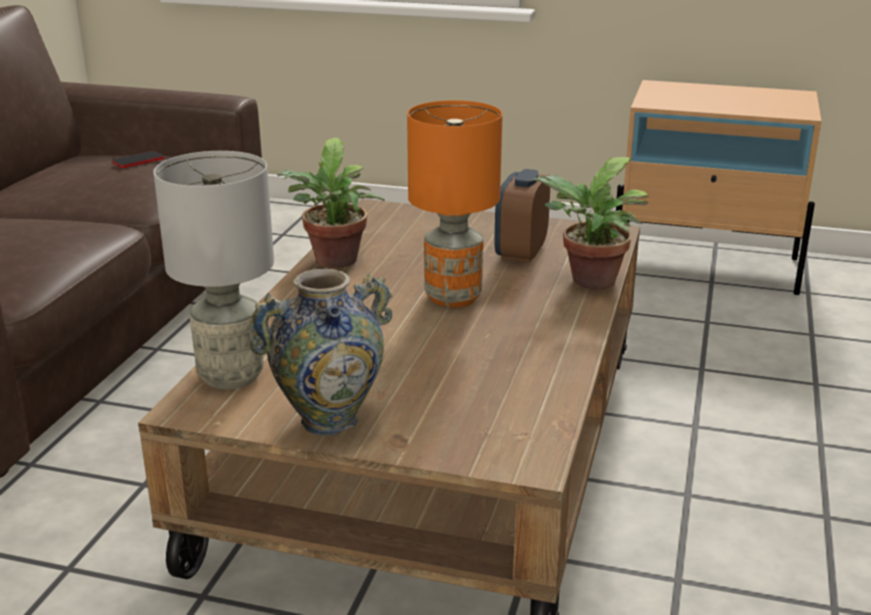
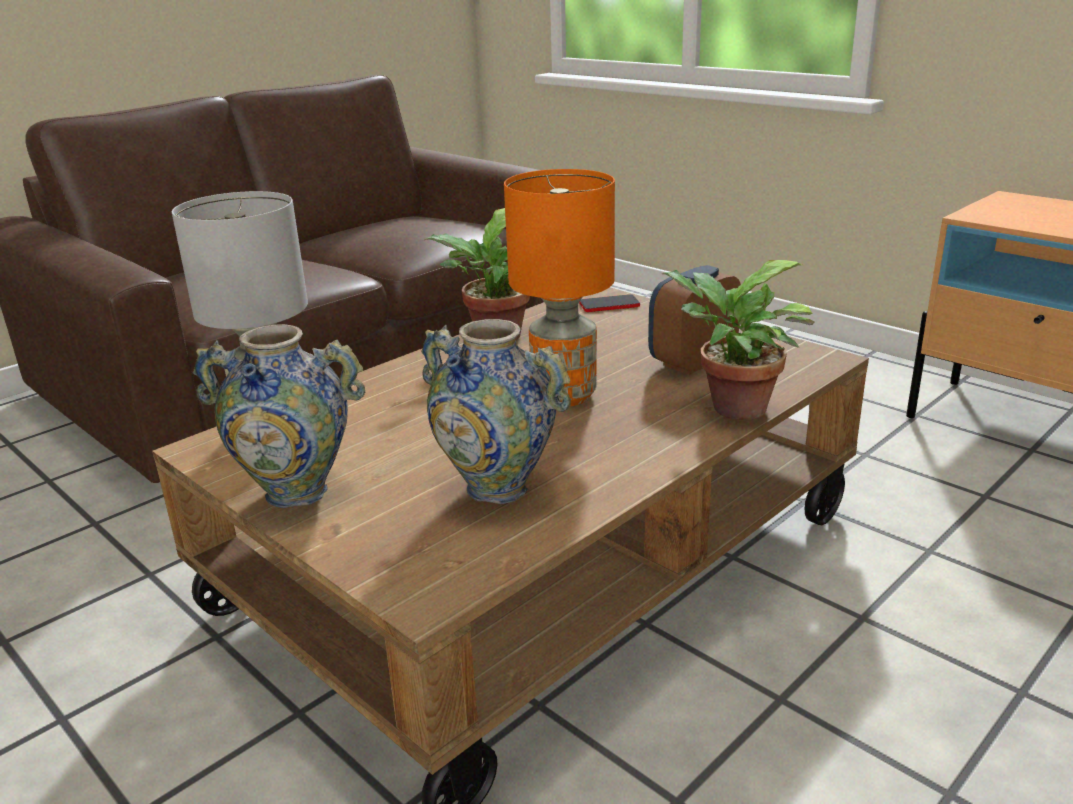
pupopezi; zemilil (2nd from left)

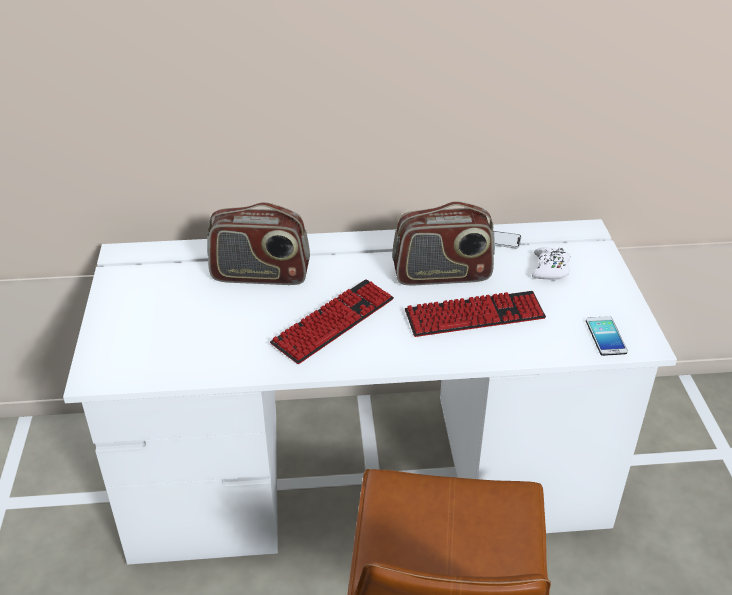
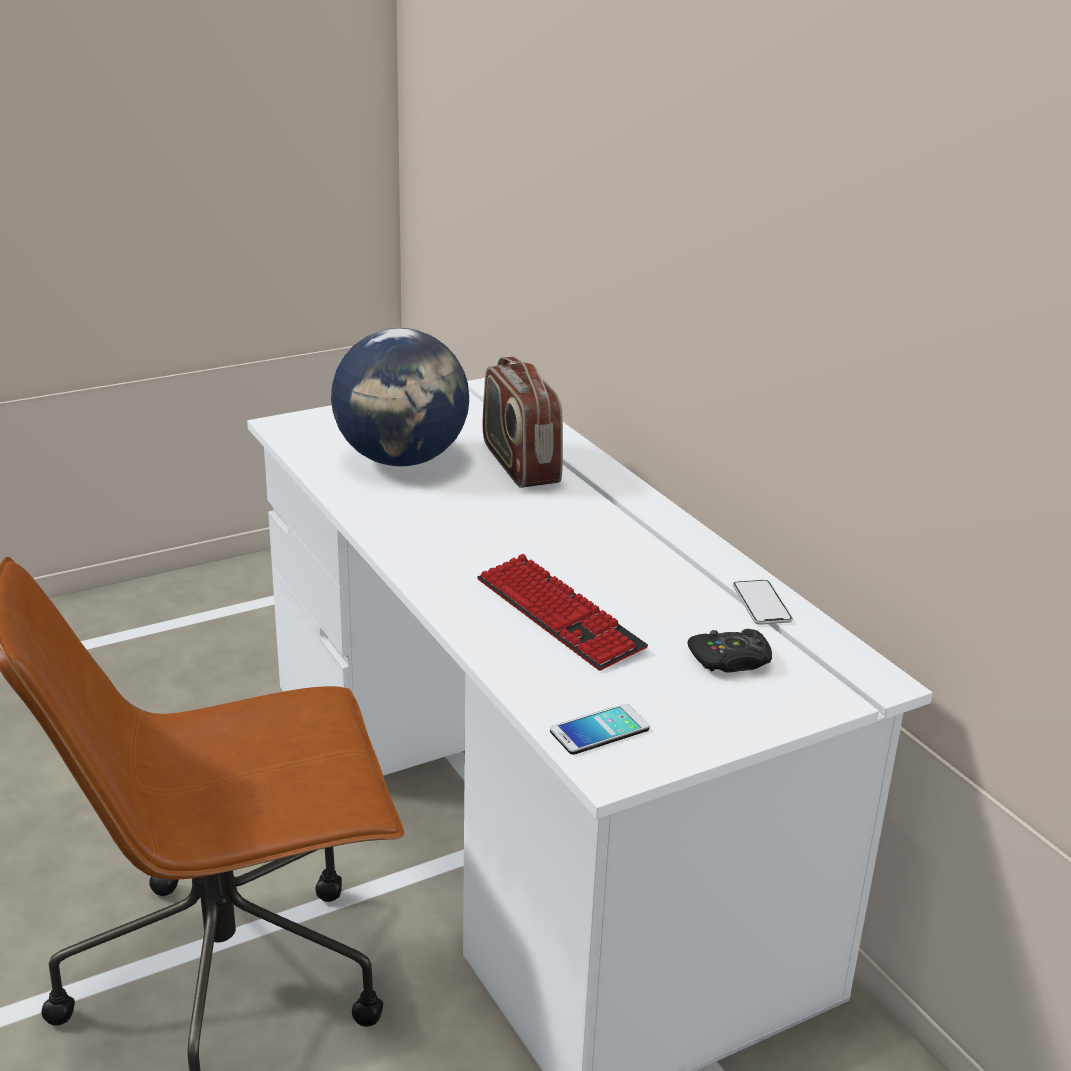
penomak (1st from left in the first image); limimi (2nd from left in the first image); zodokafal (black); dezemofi

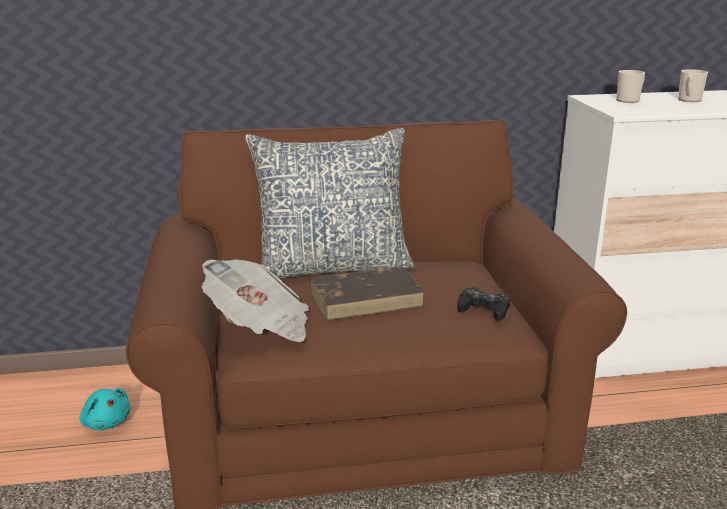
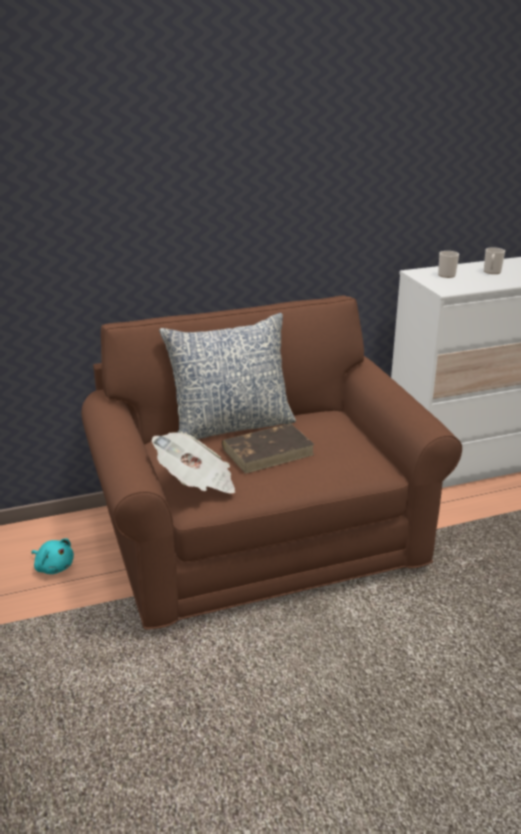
zodokafal (black)

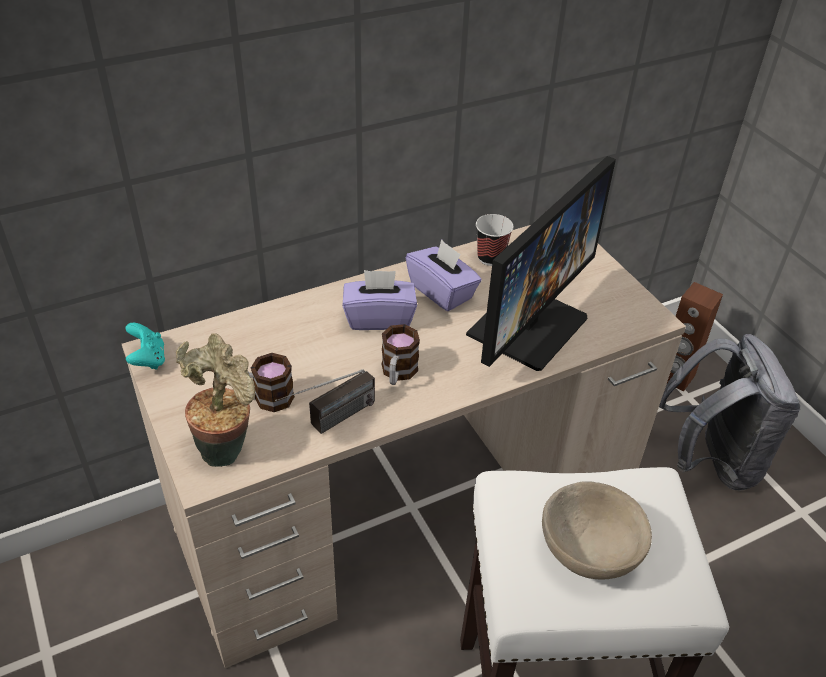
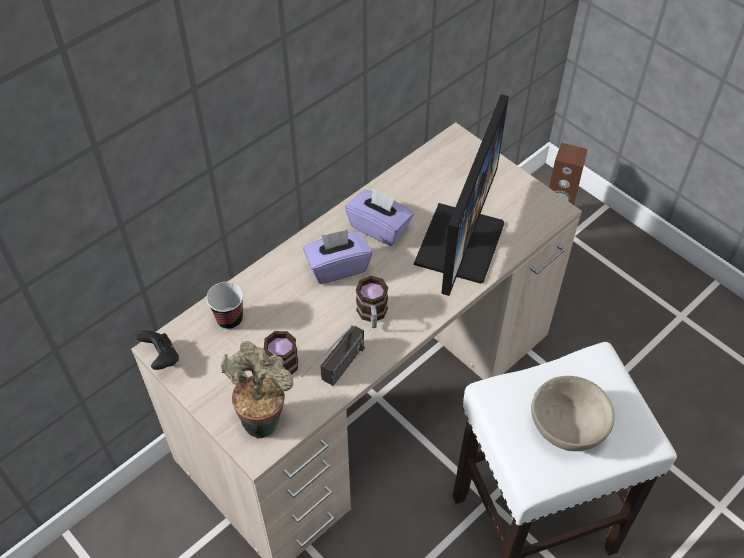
zodokafal (black); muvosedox; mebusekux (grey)

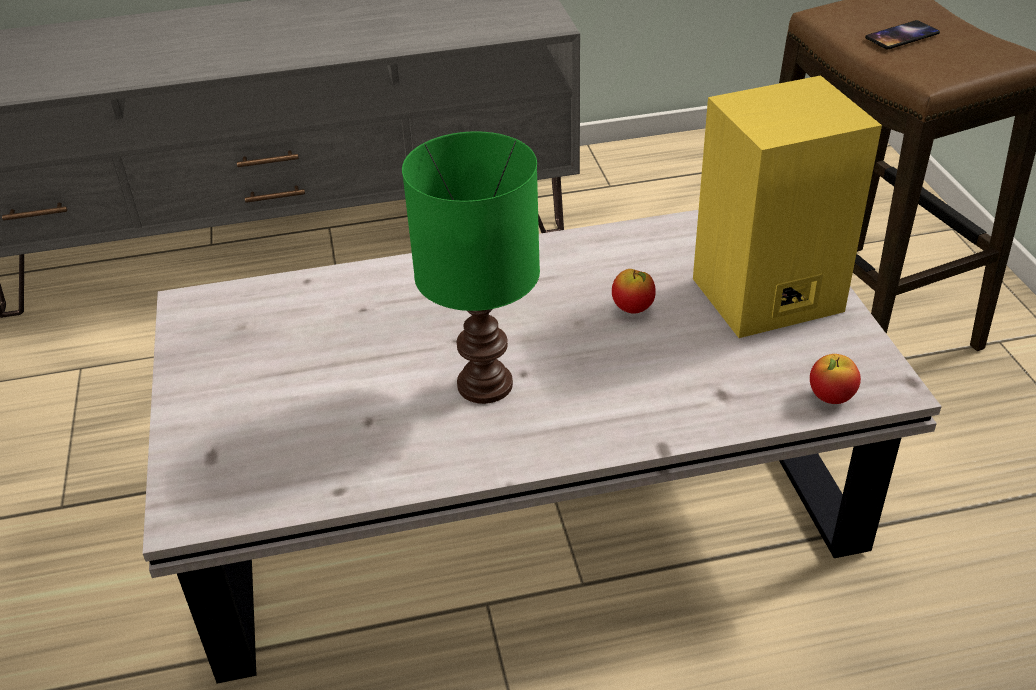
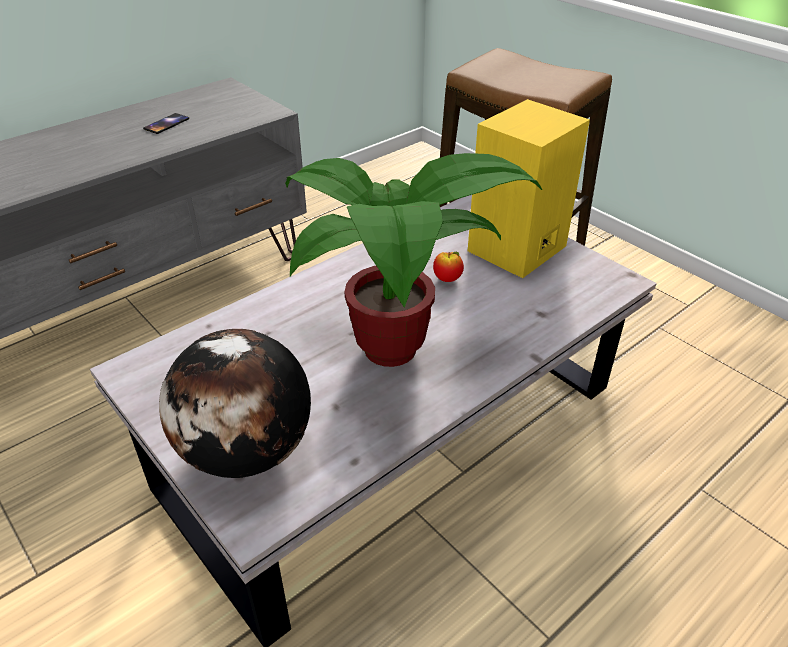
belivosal; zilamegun (2nd from left in the first image); pupopezi; dezemofi

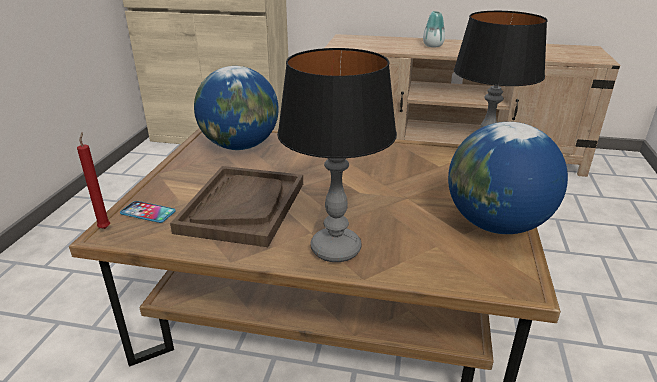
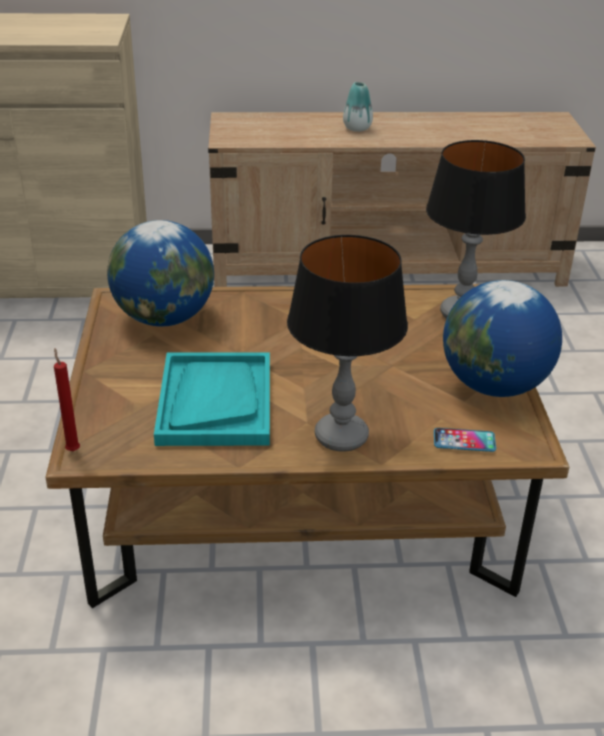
pupopezi; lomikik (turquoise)

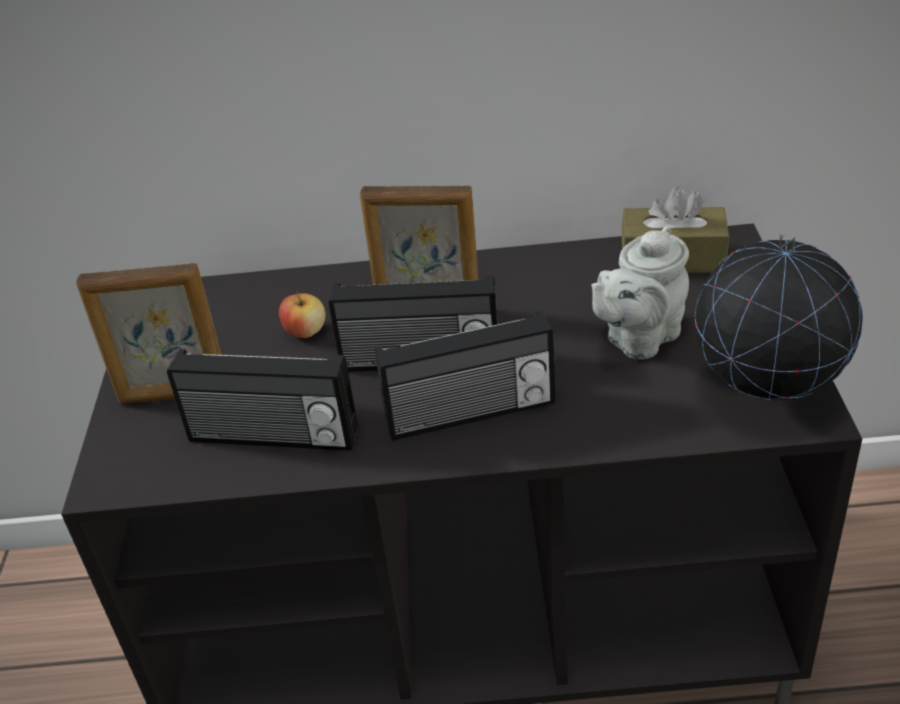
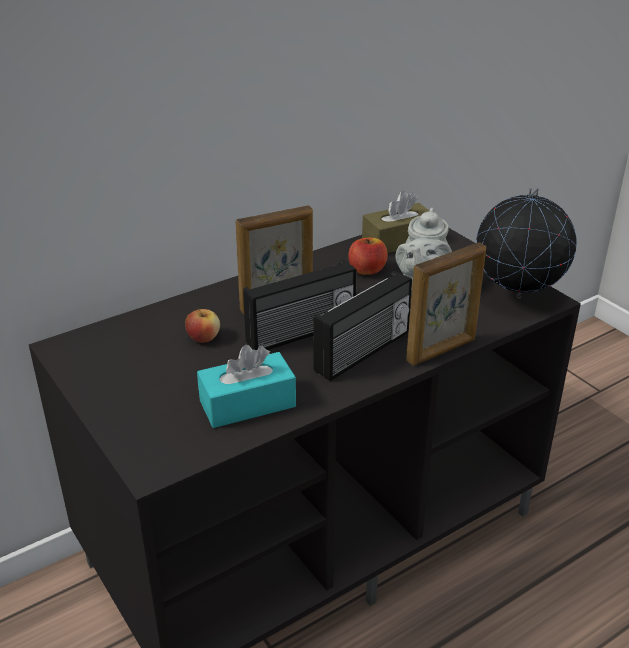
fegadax (2nd from left); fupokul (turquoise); zilamegun (2nd from left)

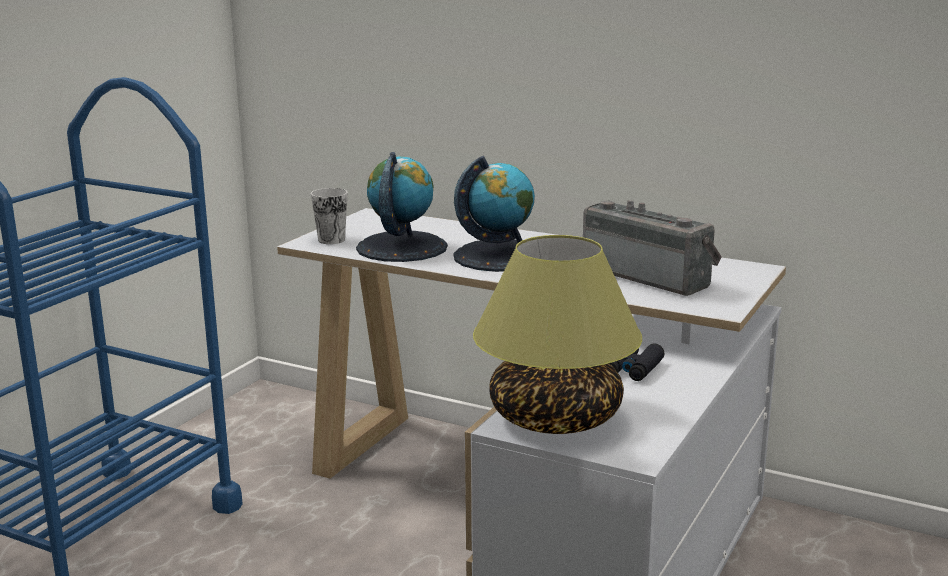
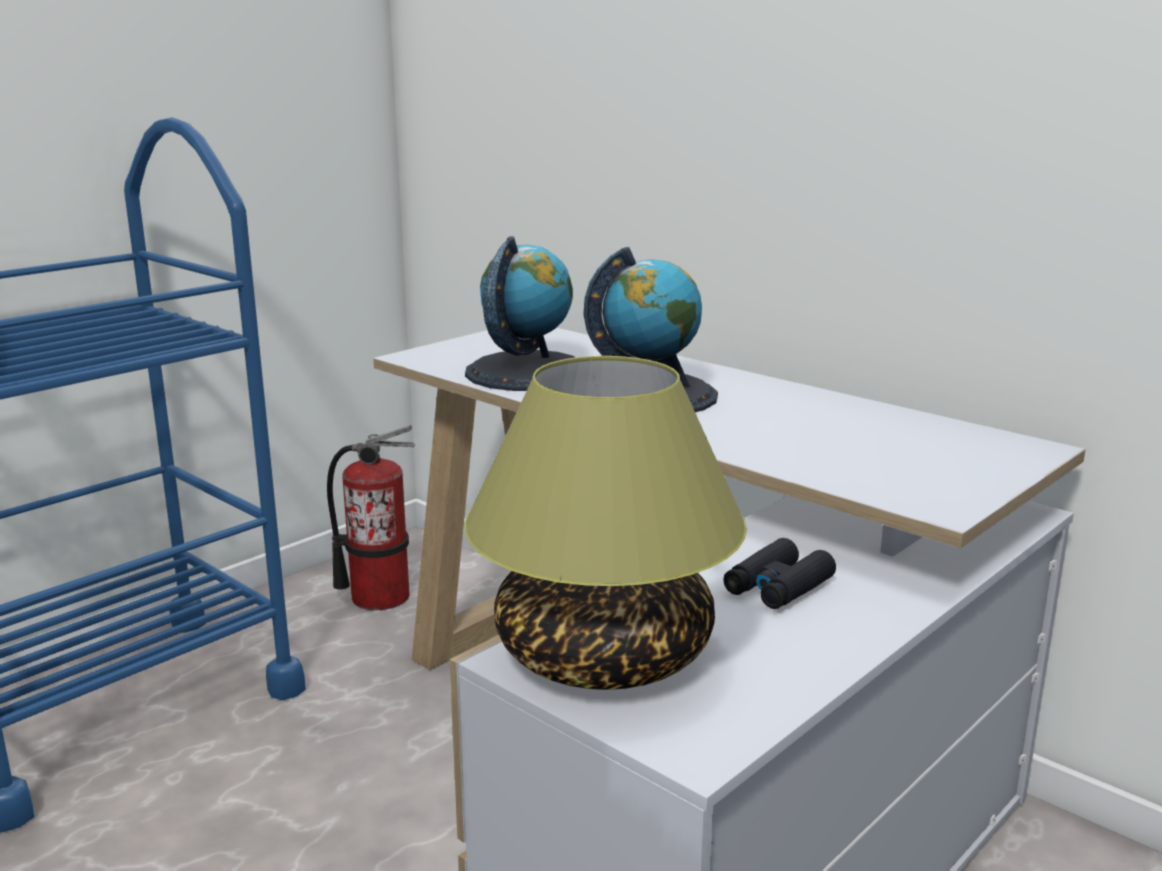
muvosedox; limimi; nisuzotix

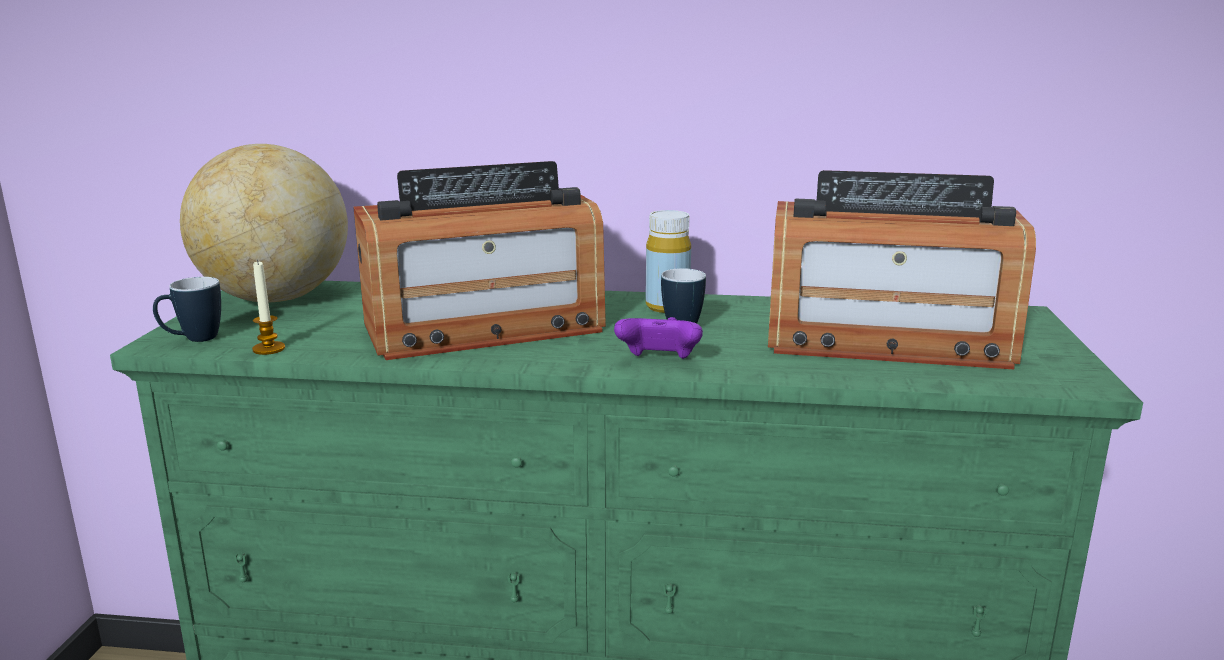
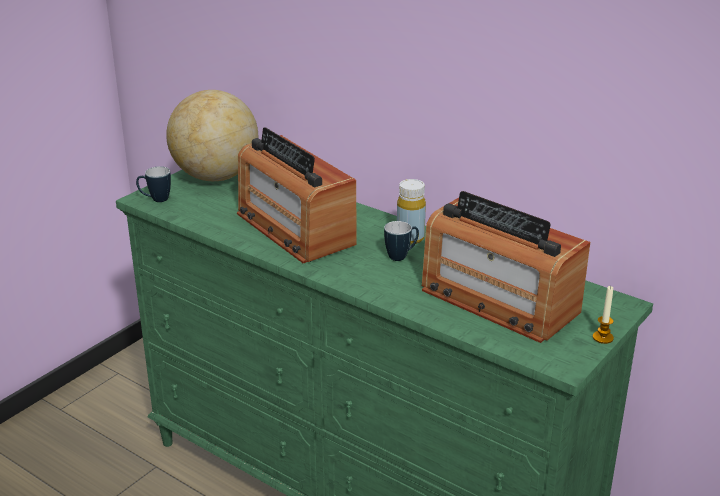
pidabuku; limimi (1st from left); zodokafal (purple)

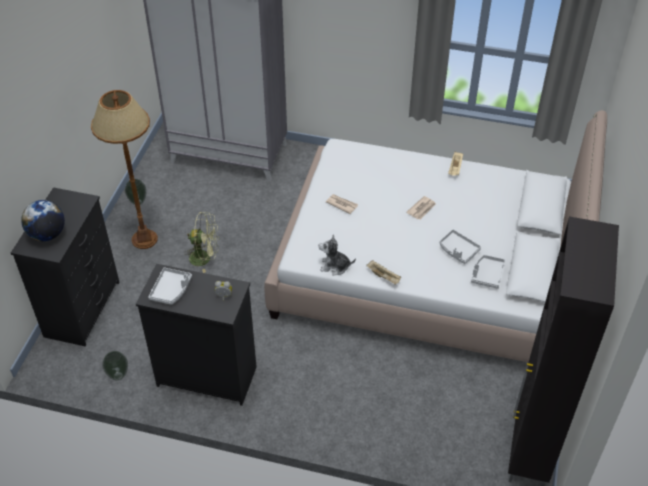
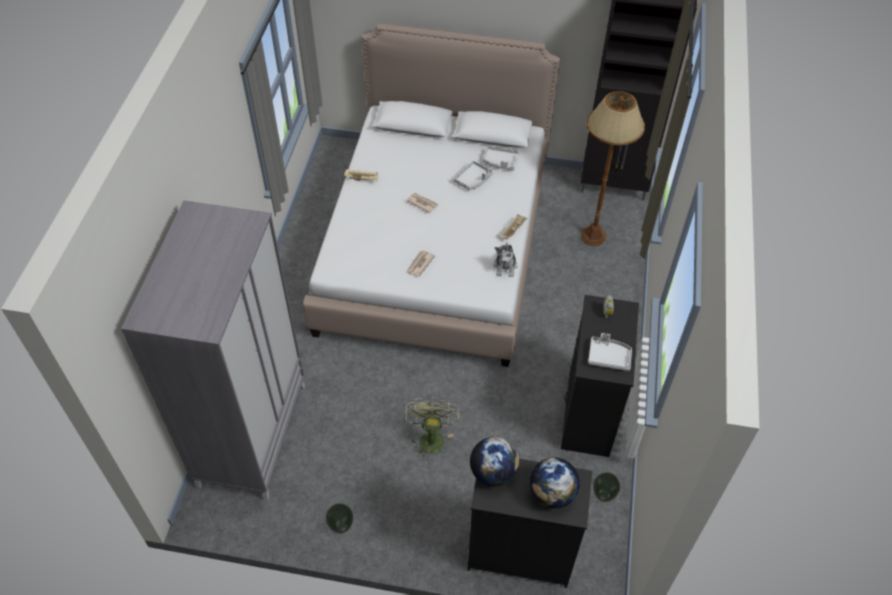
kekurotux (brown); dezemofi (1st from left)

